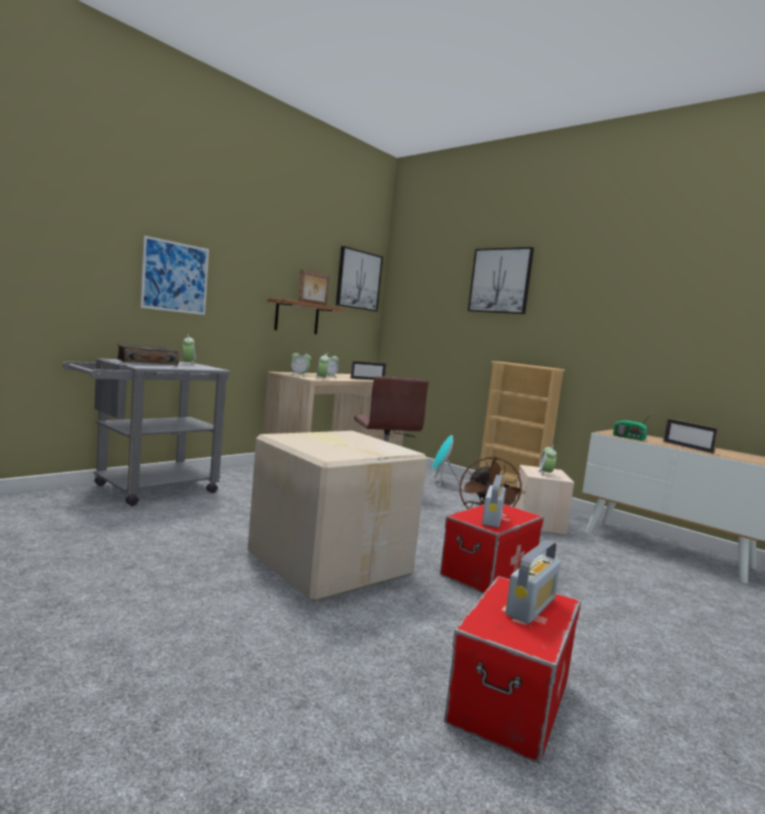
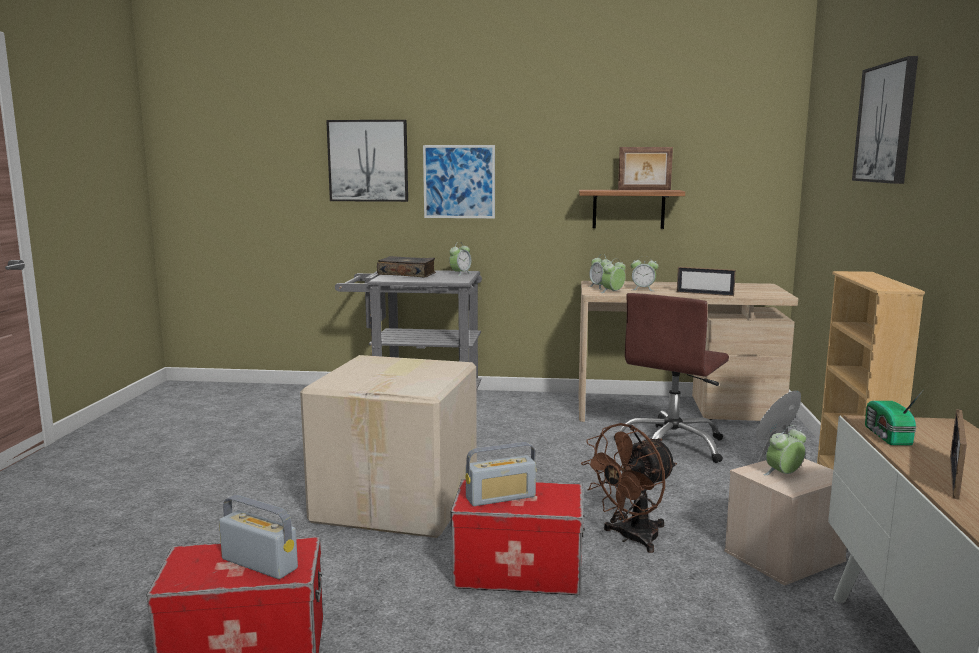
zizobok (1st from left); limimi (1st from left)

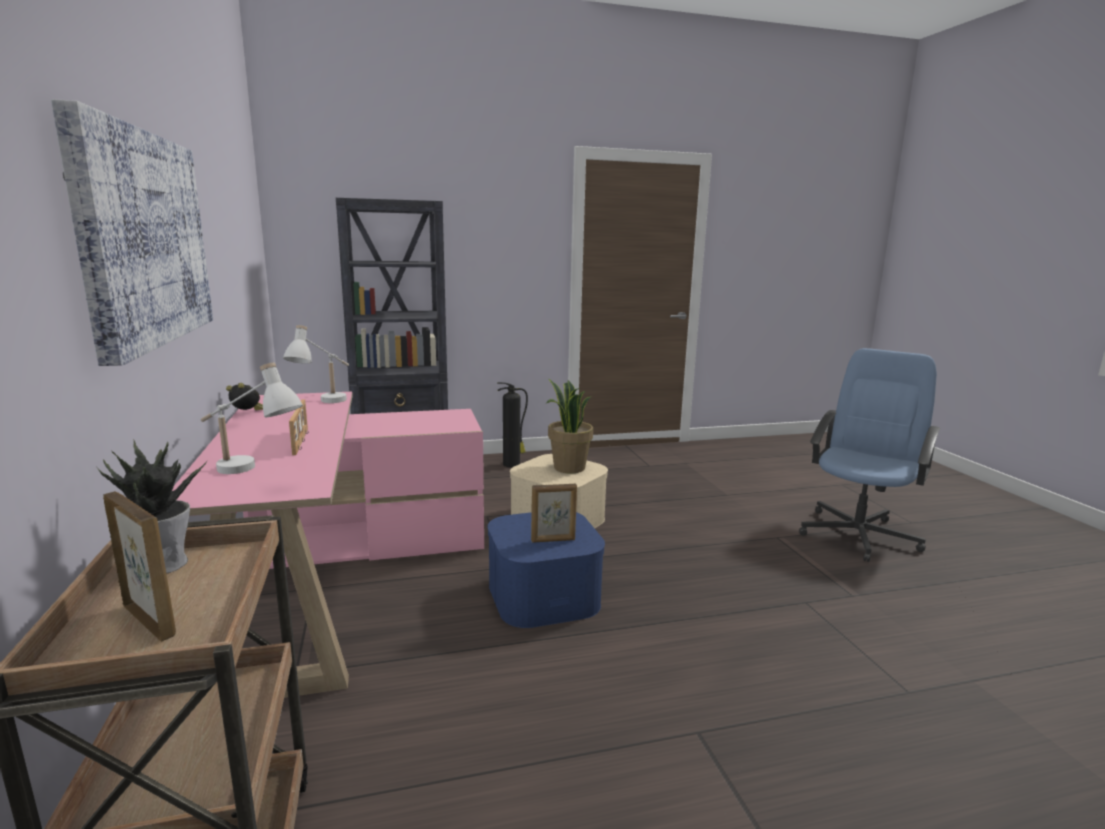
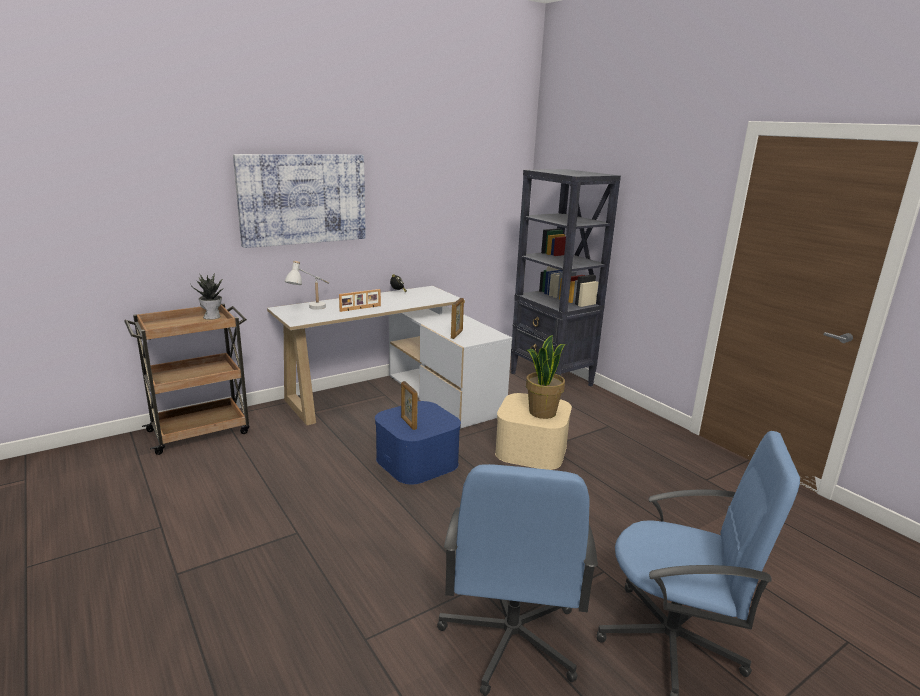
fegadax (3rd from left); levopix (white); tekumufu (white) (2nd from left in the first image); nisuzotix; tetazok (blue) (1st from left)

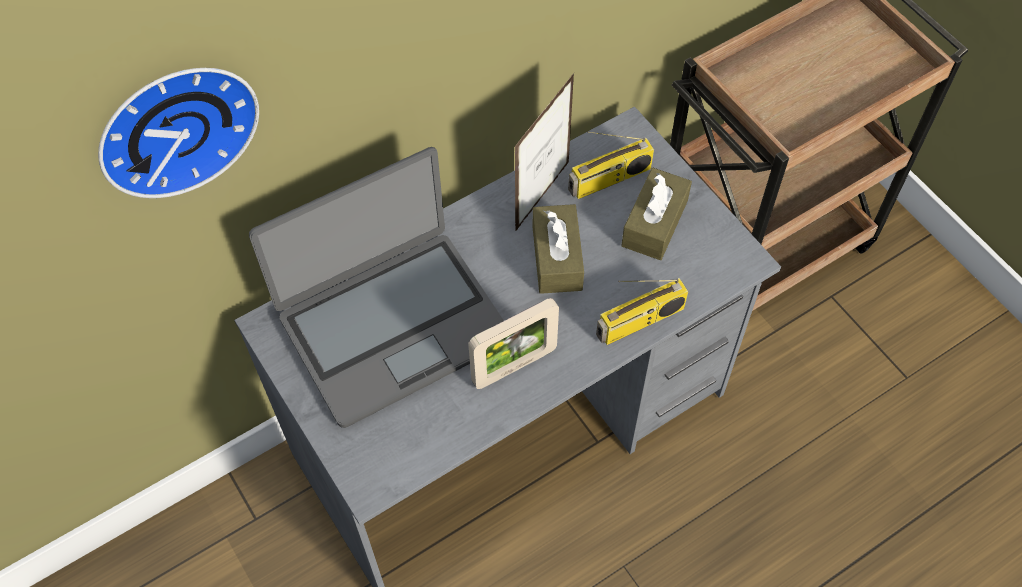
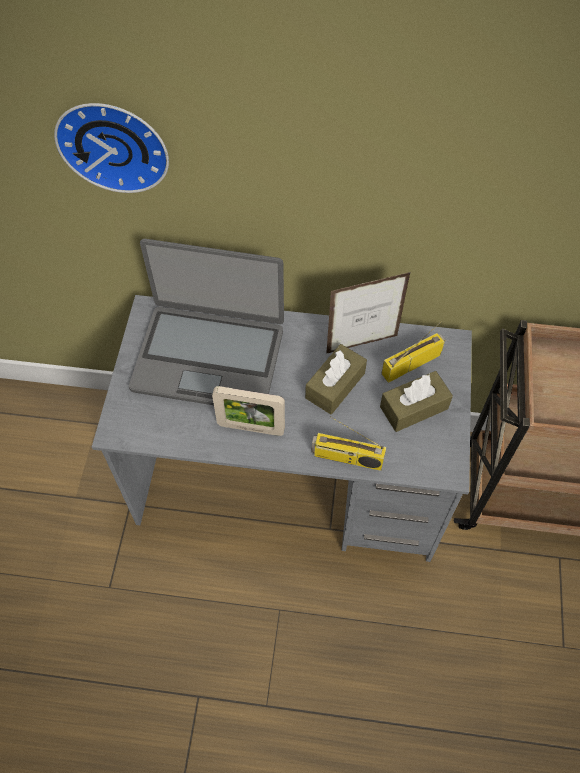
limimi (2nd from left)

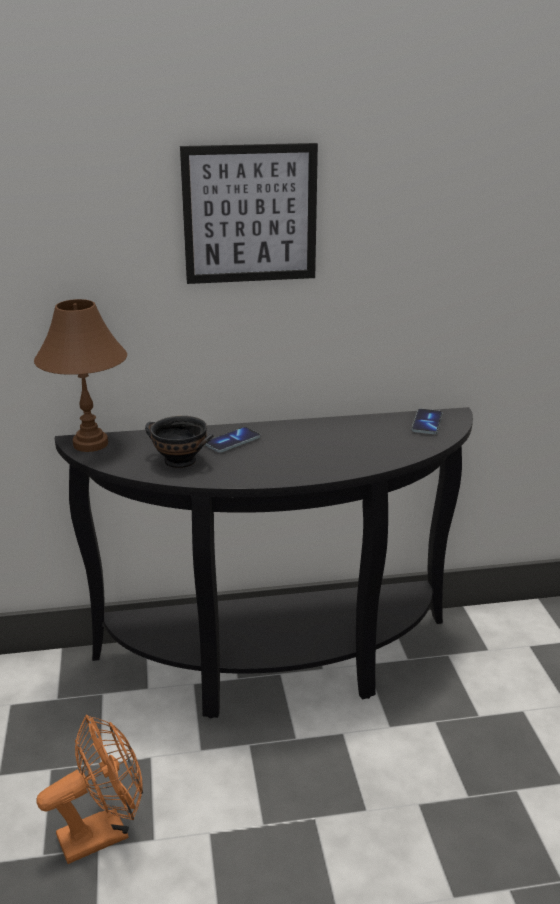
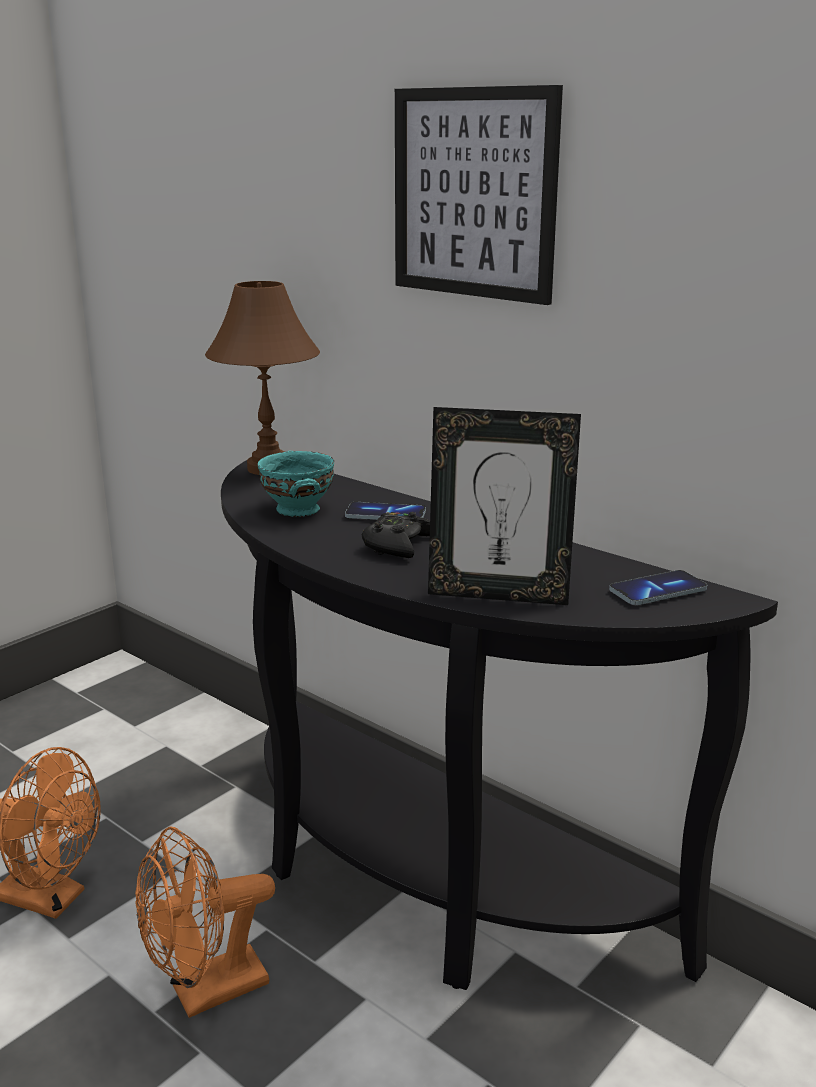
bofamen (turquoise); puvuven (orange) (2nd from left); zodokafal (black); fegadax

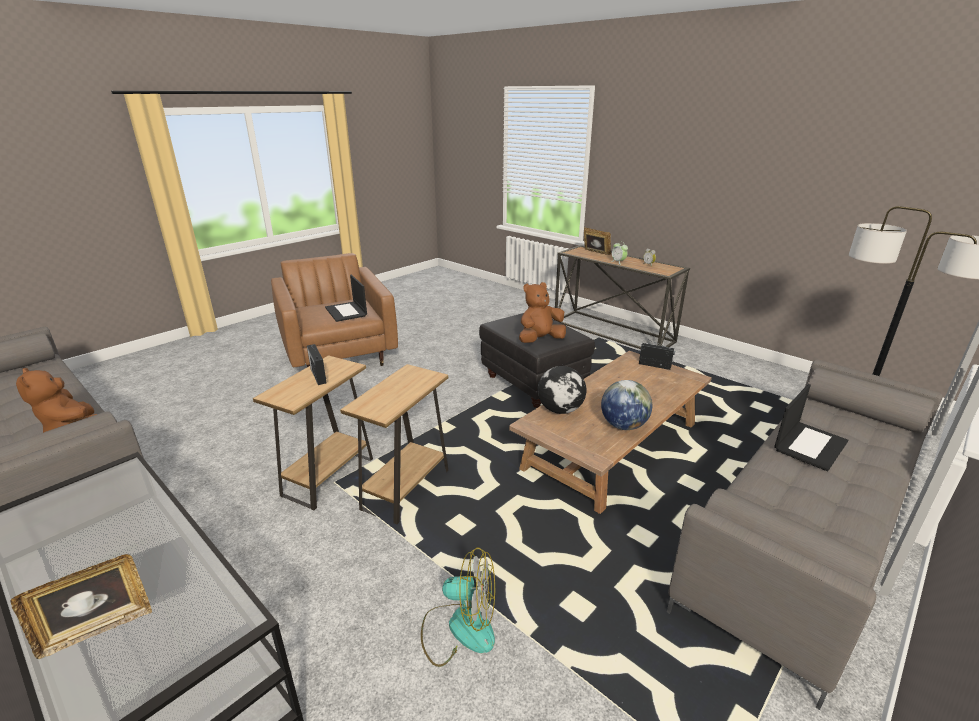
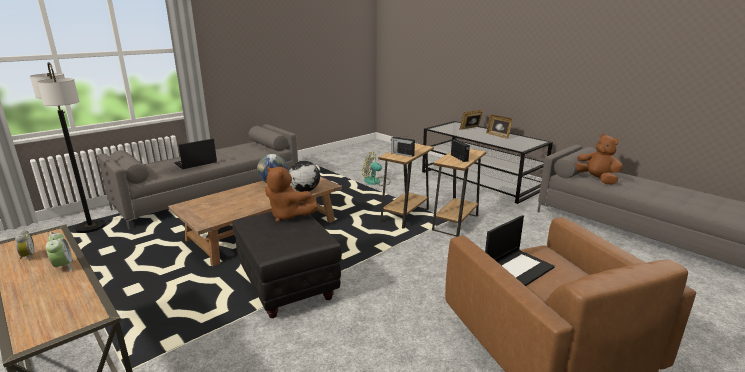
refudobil (2nd from left); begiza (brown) (1st from left); fegadax (2nd from left); limimi (1st from left)

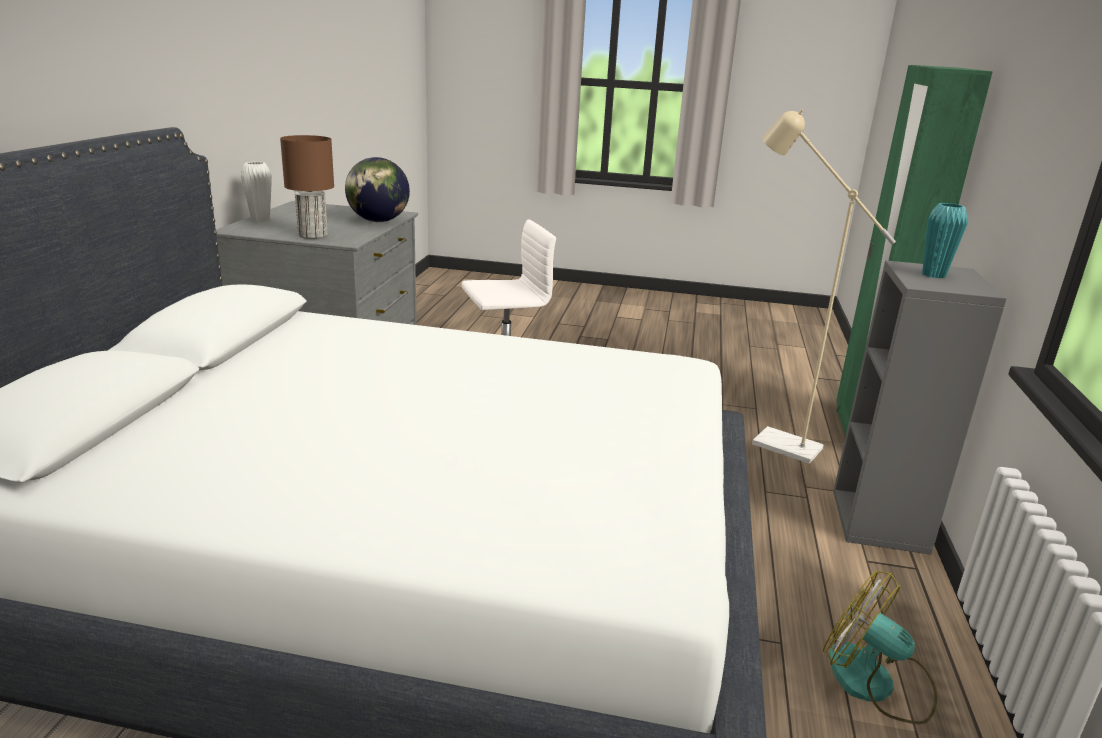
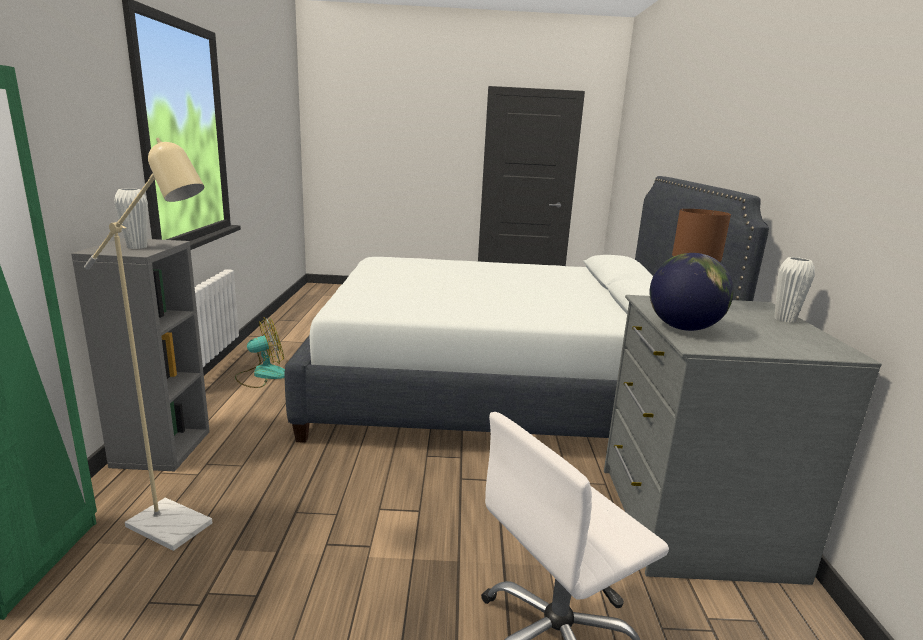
puvuven; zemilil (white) (1st from left)

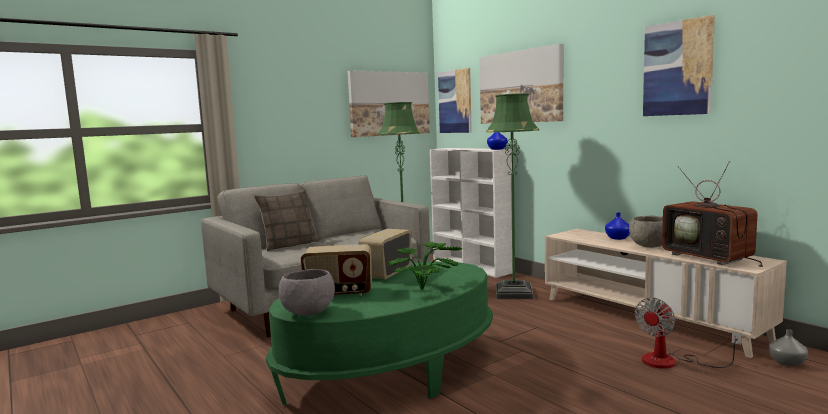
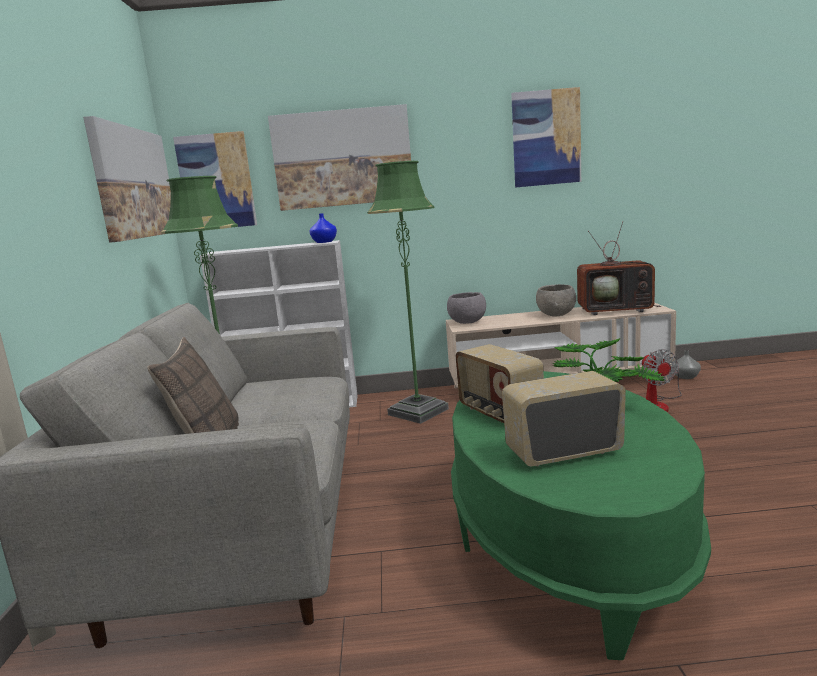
bofamen (grey) (1st from left); limimi (2nd from left); zemilil (blue) (2nd from left in the first image)

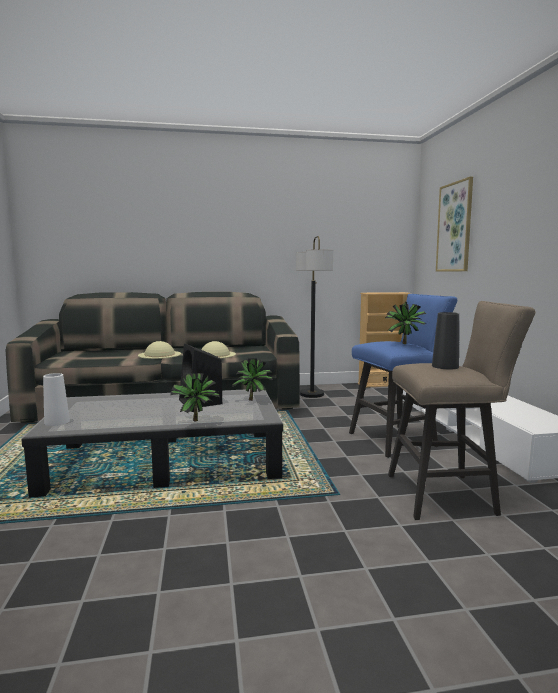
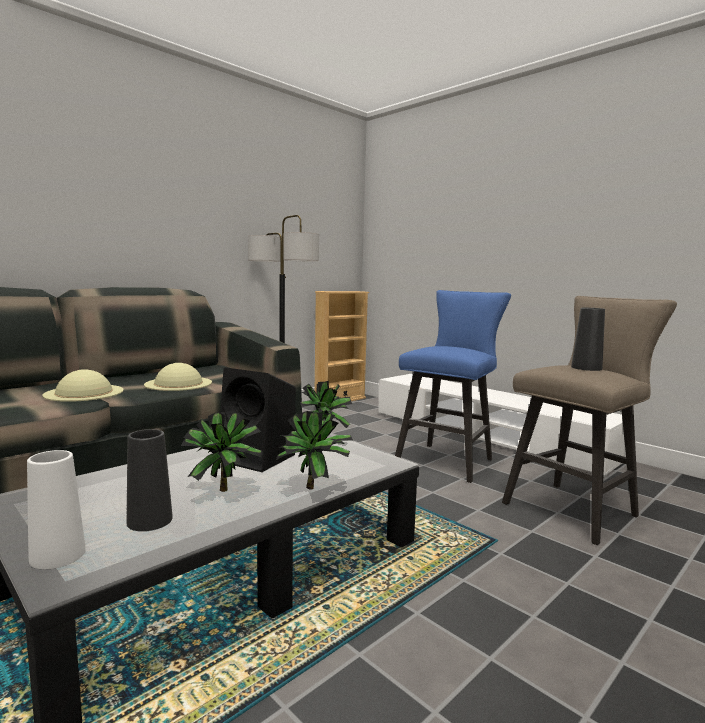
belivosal (1st from left); zizobok; zemilil (black) (1st from left)

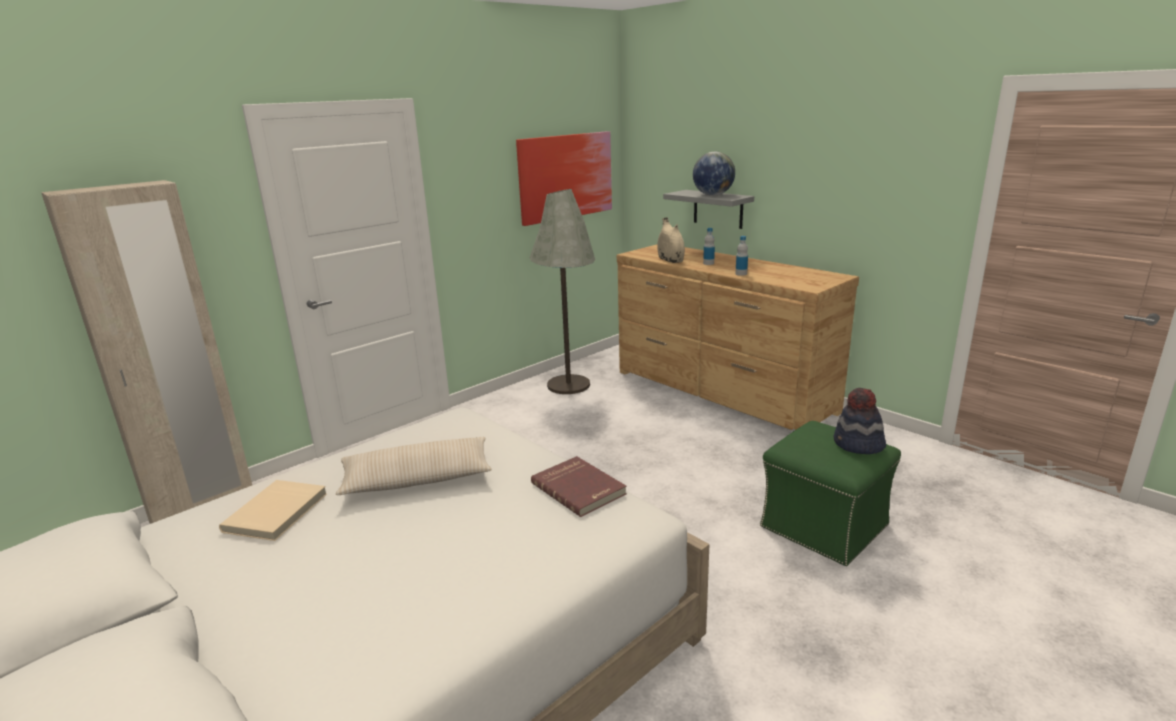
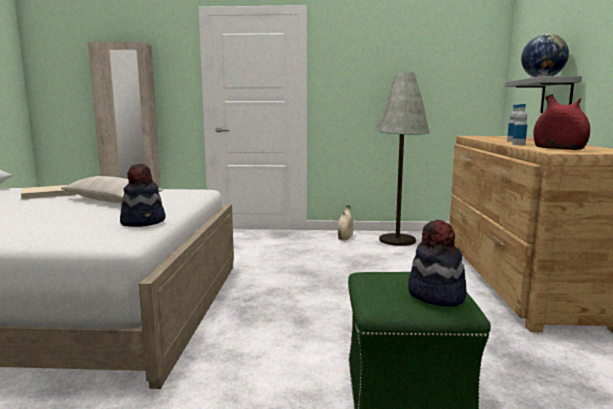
zizobok; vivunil (1st from left); zemilil (beige); zemilil (red)

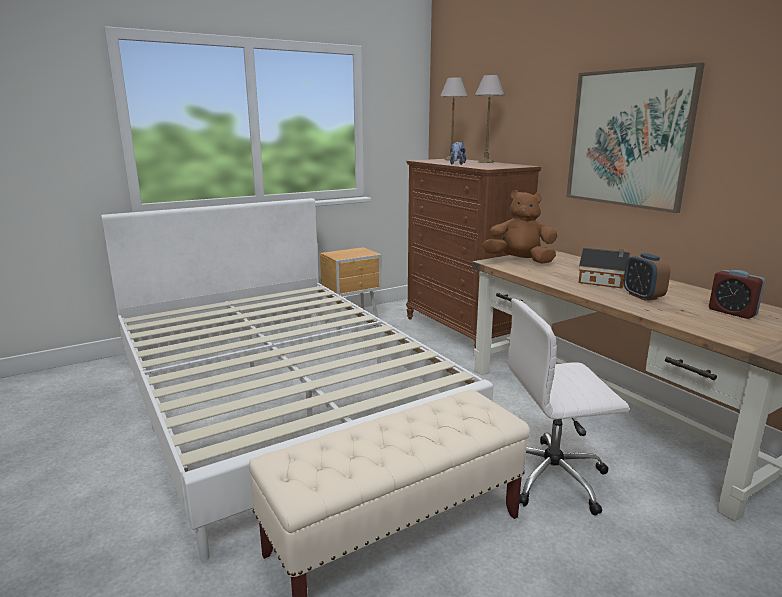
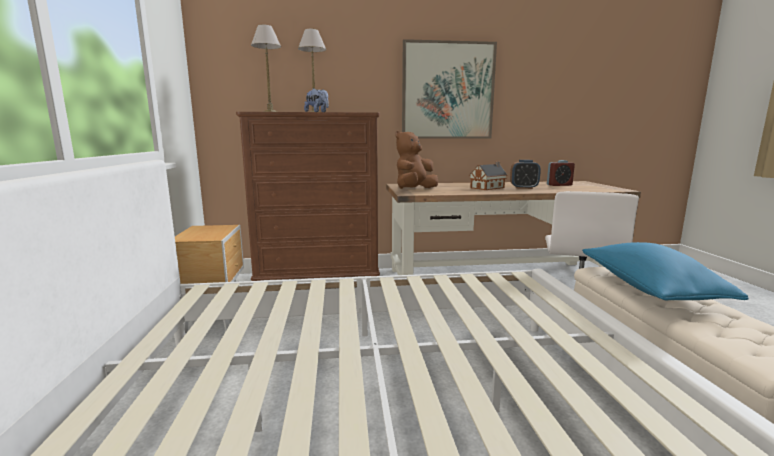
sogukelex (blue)

